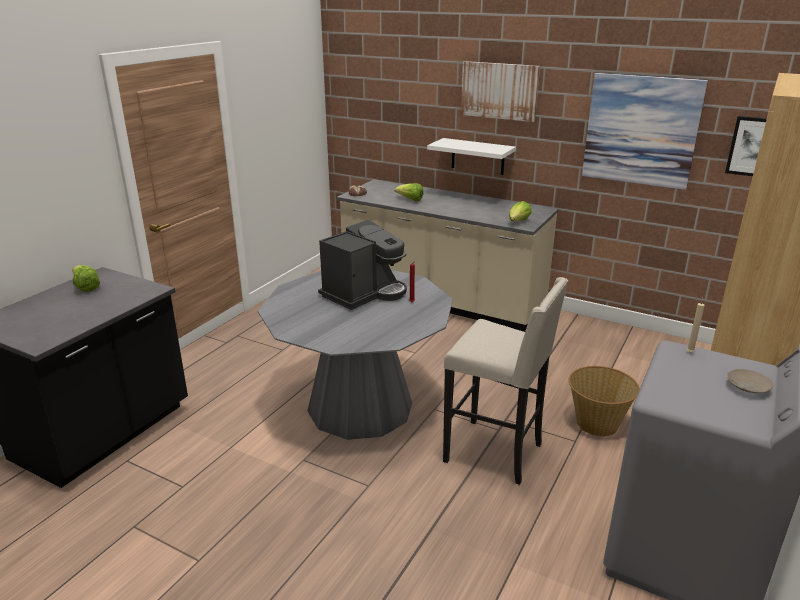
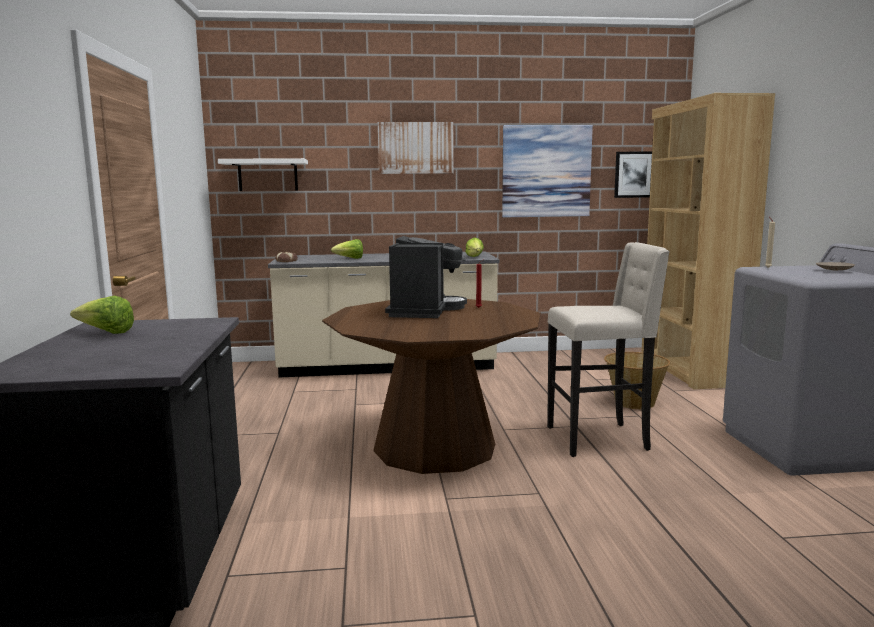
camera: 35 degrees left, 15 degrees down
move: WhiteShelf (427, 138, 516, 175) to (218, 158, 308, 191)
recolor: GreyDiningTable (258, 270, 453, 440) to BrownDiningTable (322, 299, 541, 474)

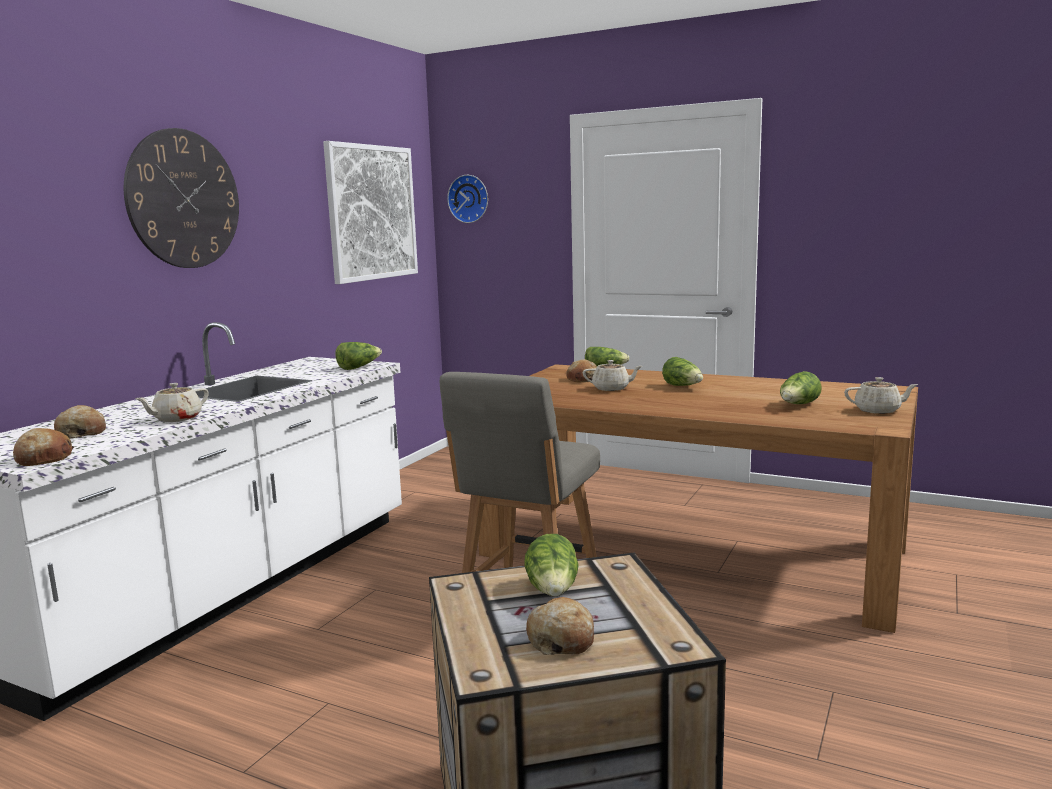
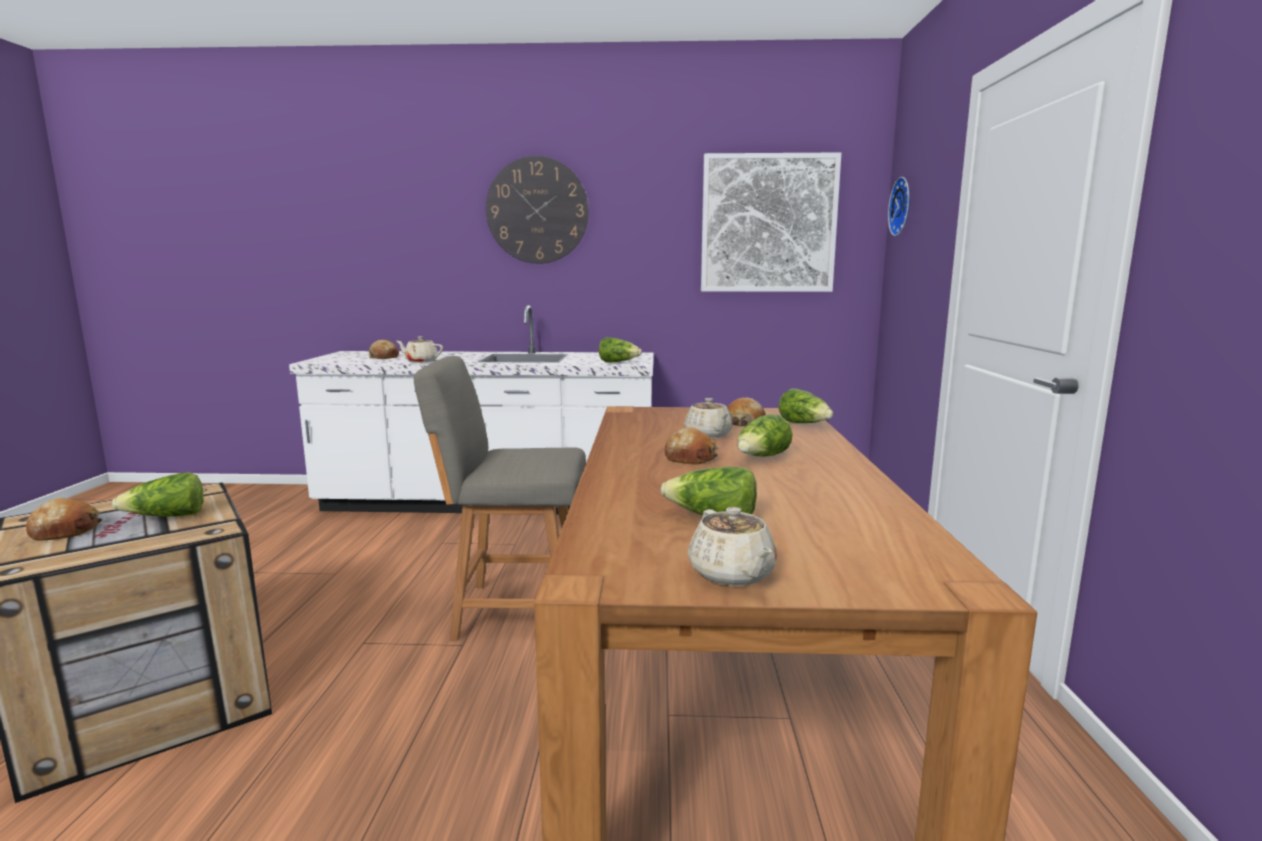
camera: 65 degrees right, 0 degrees up
move: Bread (13, 428, 74, 466) to (665, 427, 718, 464)

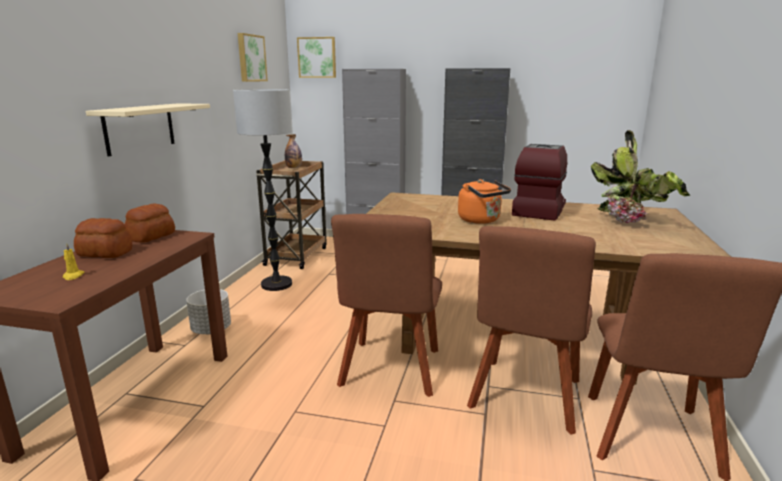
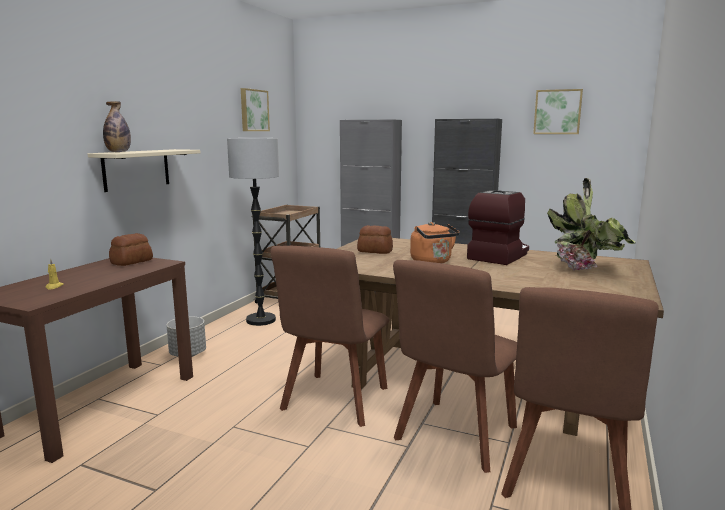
camera: 10 degrees right, 5 degrees down
move: Bottle (285, 134, 302, 168) to (103, 101, 131, 152); Bread (74, 218, 132, 258) to (357, 225, 393, 254); Picture (297, 37, 336, 78) to (533, 89, 583, 134)

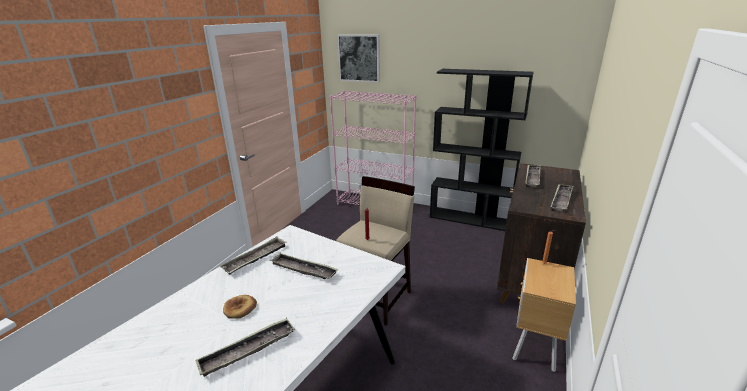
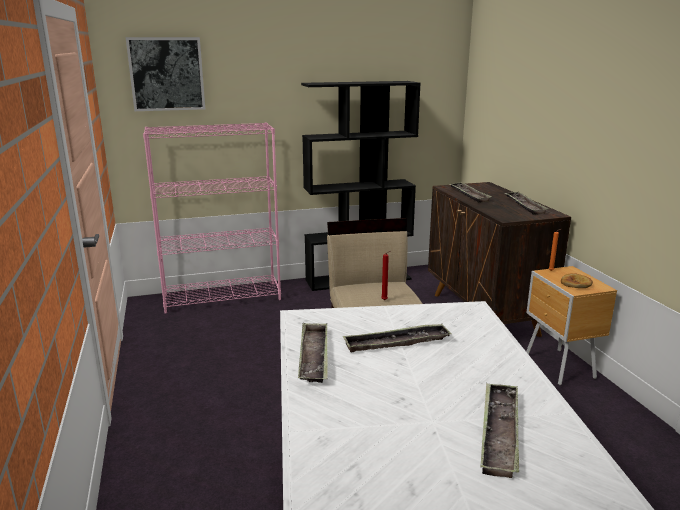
camera: 40 degrees left, 5 degrees down
move: Bread (223, 295, 257, 319) to (561, 273, 593, 288)

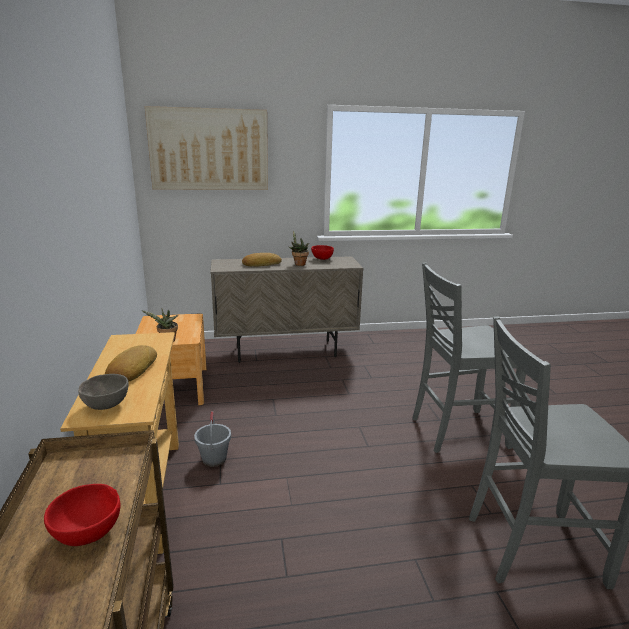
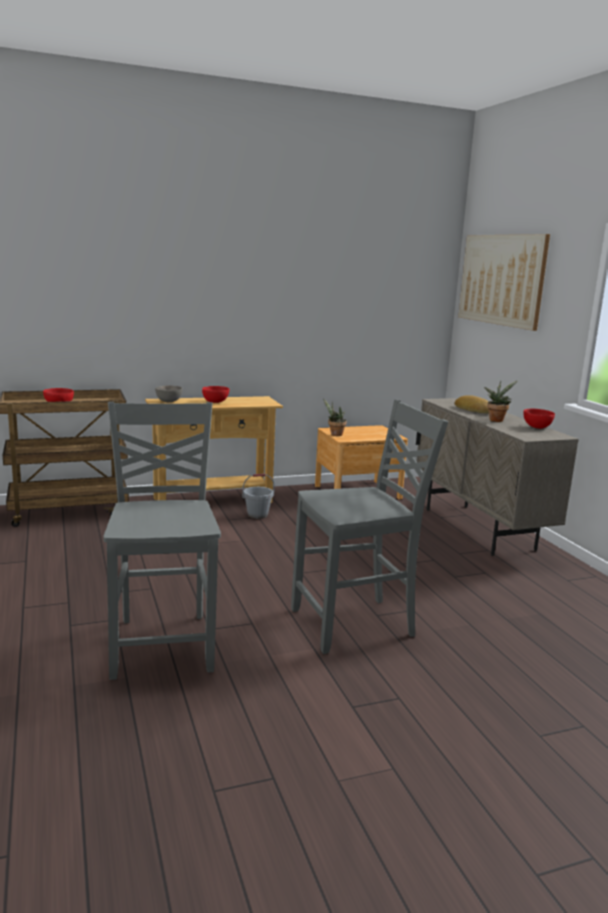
camera: 80 degrees right, 5 degrees down
replace: Bread (105, 345, 157, 382) to RedBowl (202, 386, 230, 403)
rotate: GreyChair (412, 262, 526, 453) = (291, 400, 448, 654) 90 degrees clockwise

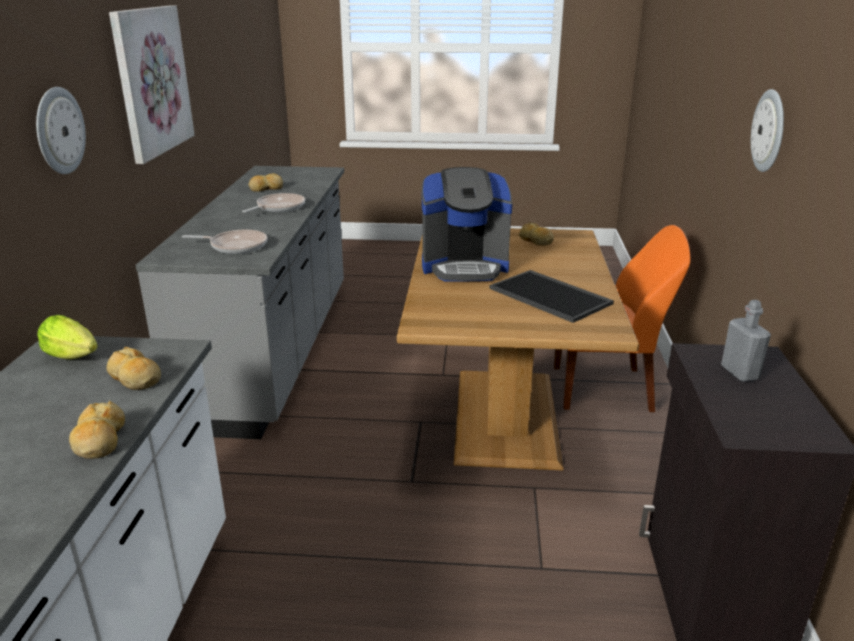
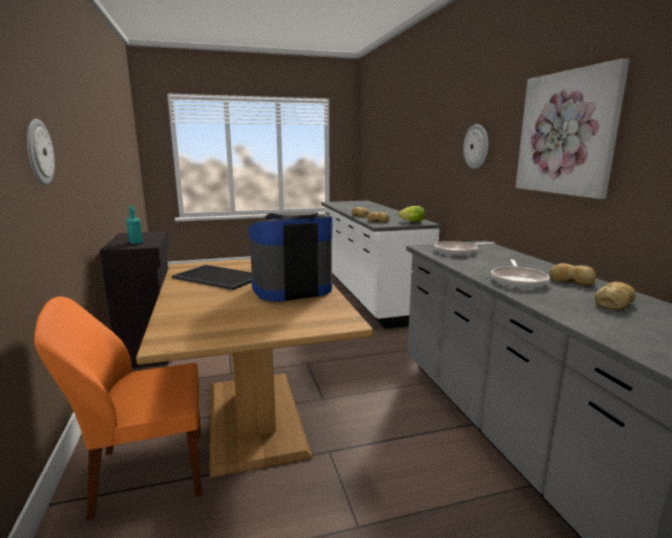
camera: 160 degrees right, 10 degrees down
move: Bread (519, 222, 554, 246) to (549, 263, 596, 286)
recolor: GreyBottle (721, 300, 771, 382) to TurquoiseBottle (126, 206, 143, 244)

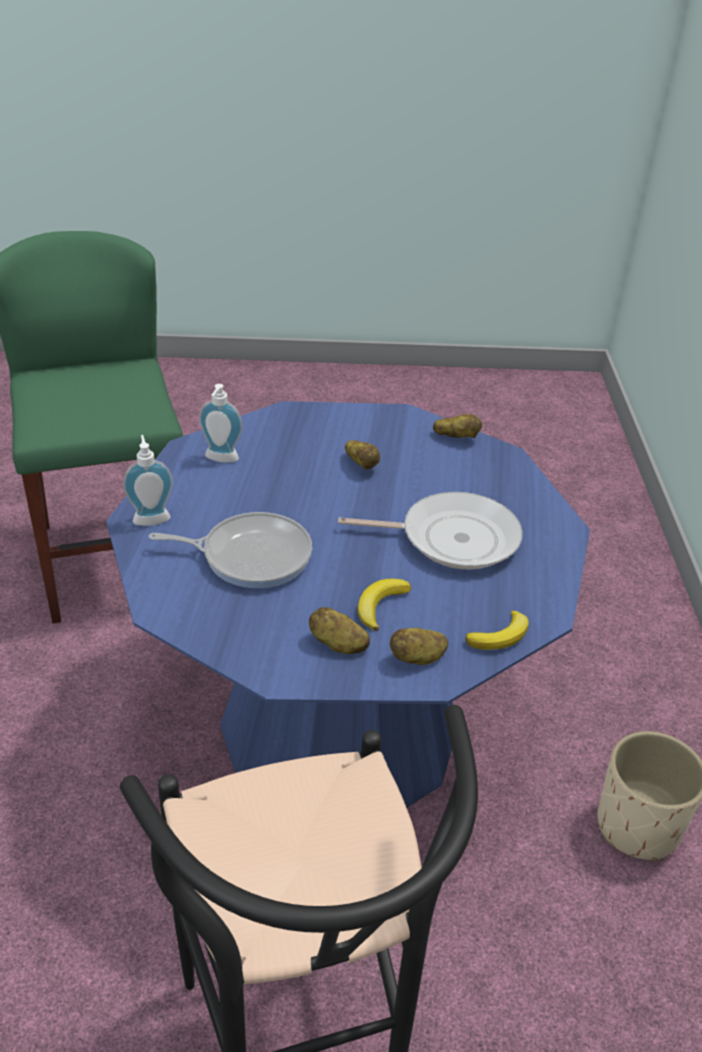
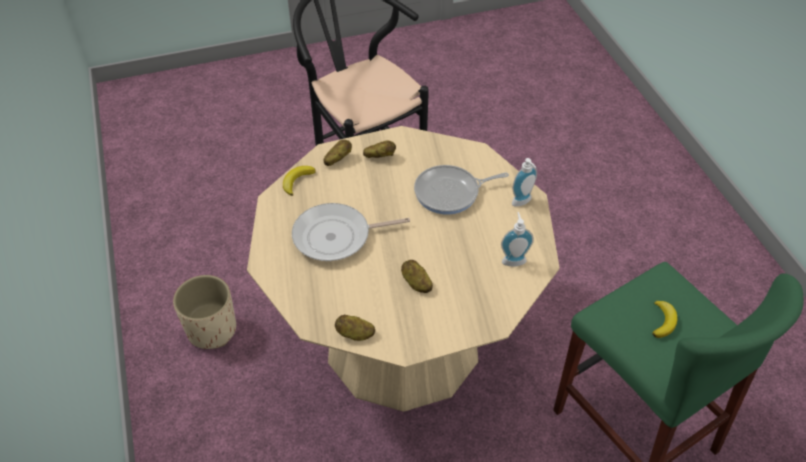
camera: 165 degrees right, 10 degrees up
move: Banana (358, 578, 411, 631) to (652, 301, 677, 338)
recolor: BlueDiningTable (106, 401, 590, 808) to BeigeDiningTable (247, 126, 560, 412)

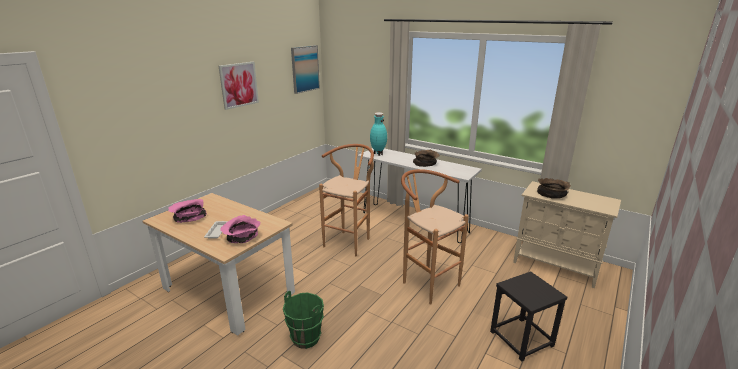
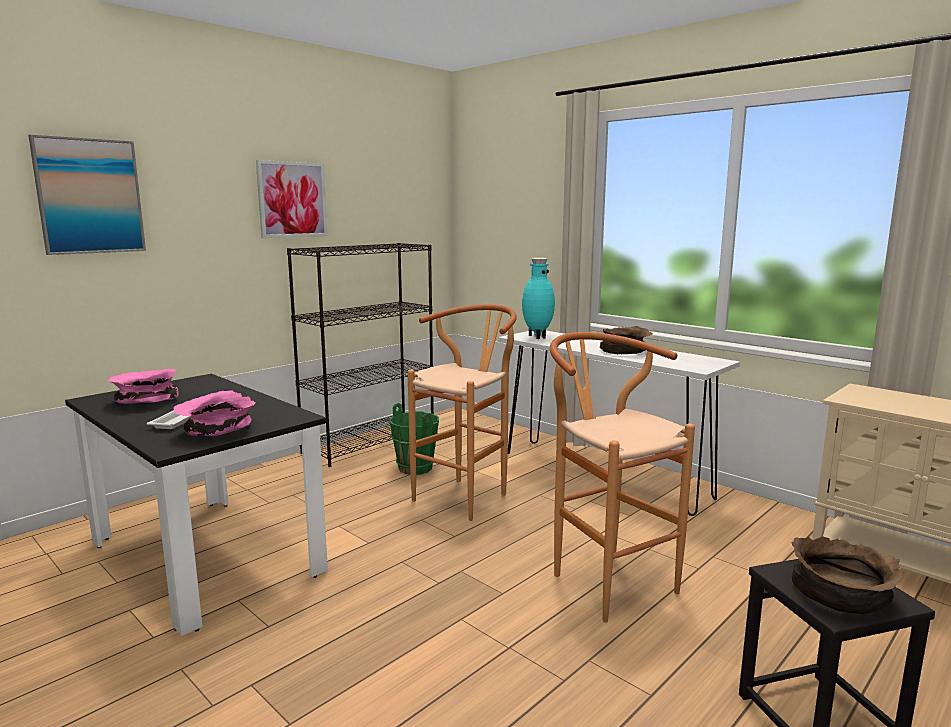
camera: 10 degrees right, 10 degrees down
insert: BlackBookcase (287, 243, 434, 467)
move: Picture (291, 45, 320, 94) to (28, 135, 146, 255); GreenBucket (283, 291, 324, 349) to (389, 403, 439, 475); BrownBowl (537, 178, 571, 199) to (791, 537, 903, 614)
recolor: BeigeDiningTable (142, 193, 295, 336) to BlackDiningTable (65, 374, 328, 636)

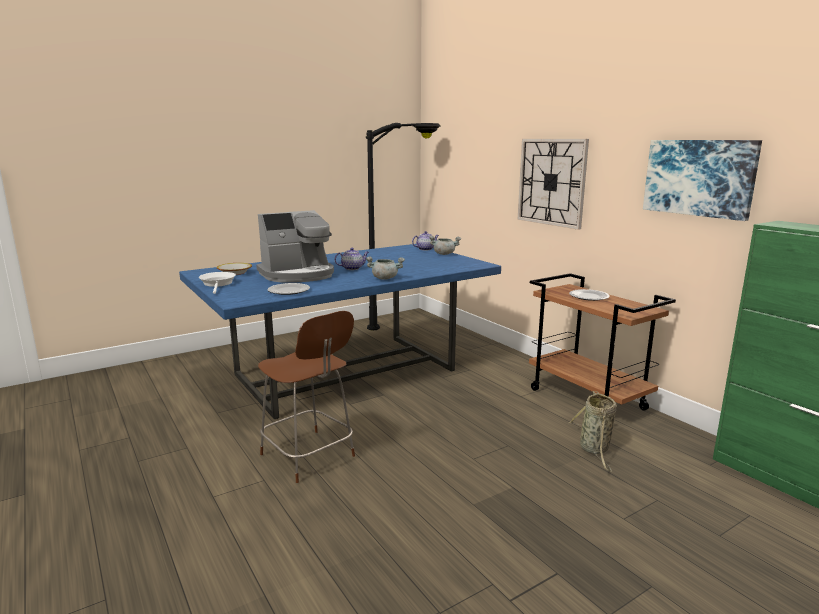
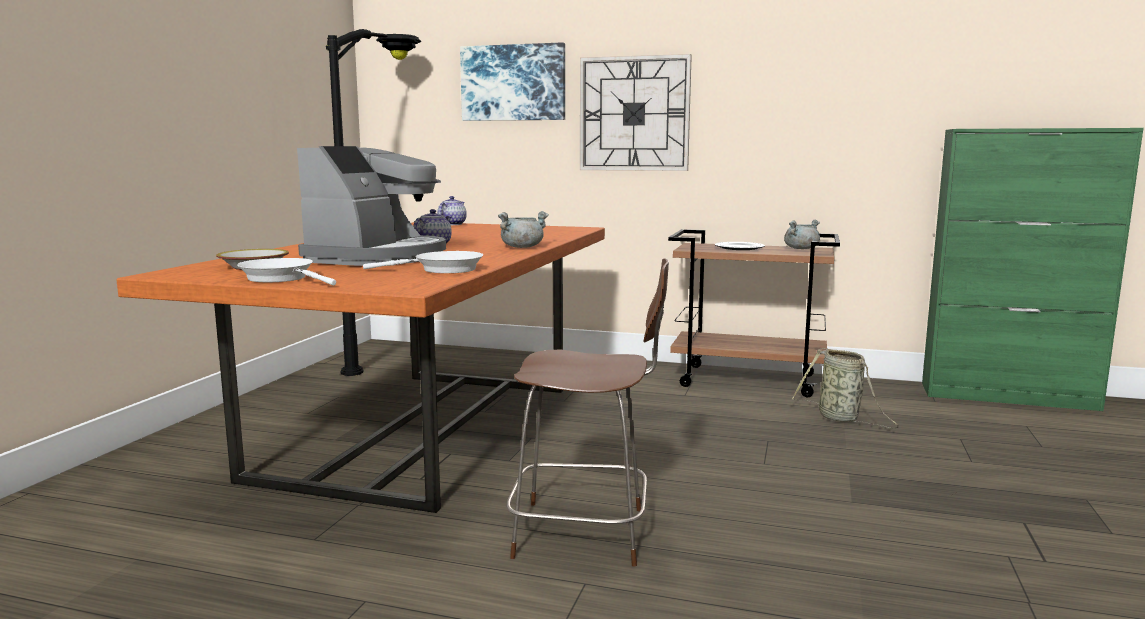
camera: 40 degrees left, 5 degrees down
move: Picture (643, 140, 762, 221) to (460, 42, 565, 121); GreyCookingPot (429, 236, 461, 255) to (784, 220, 820, 249)
replace: Plate (267, 283, 310, 295) to WhiteFryingPan (363, 251, 483, 273)
recolor: BlueDiningTable (179, 244, 501, 419) to OrangeDiningTable (117, 222, 605, 513)

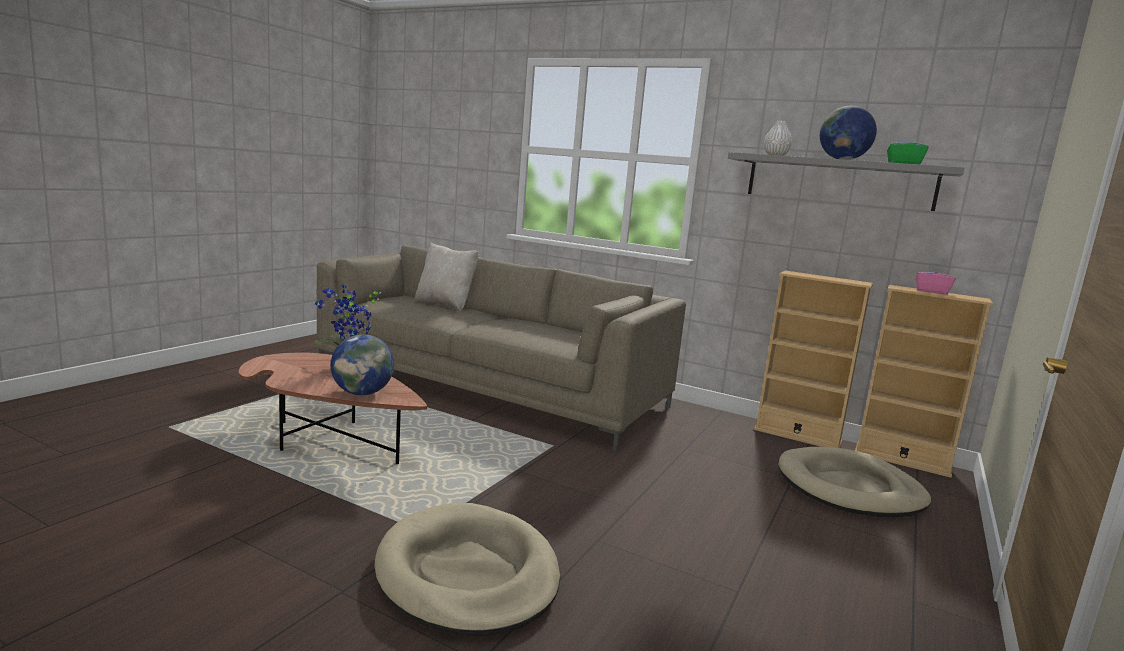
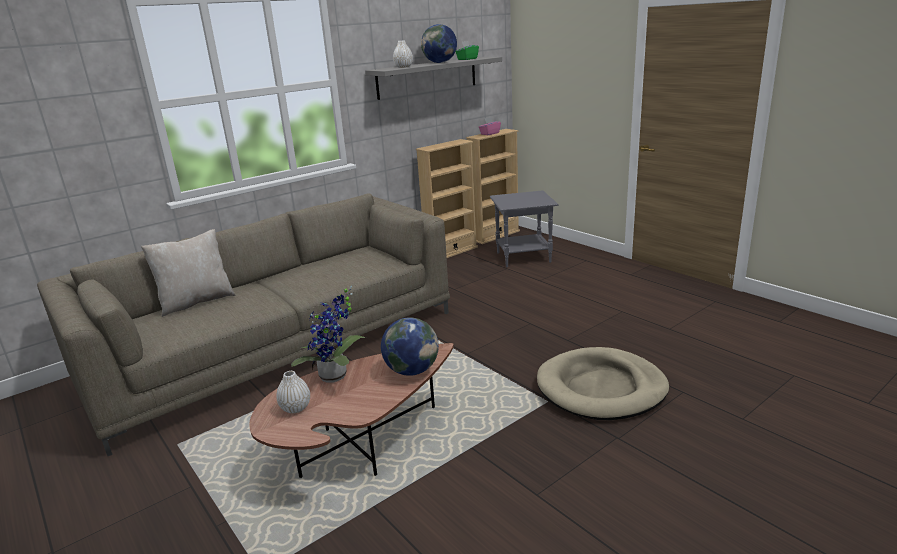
camera: 65 degrees left, 10 degrees up
insert: WhiteVase (276, 371, 310, 413)
replace: BeigeDogBed (779, 447, 931, 518) to GreySideTable (490, 190, 559, 267)

